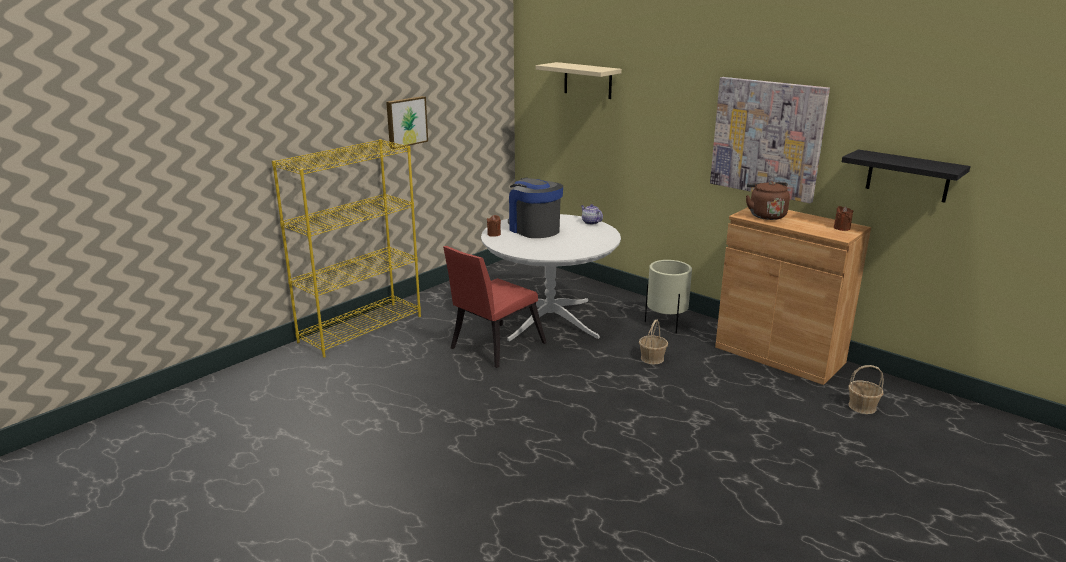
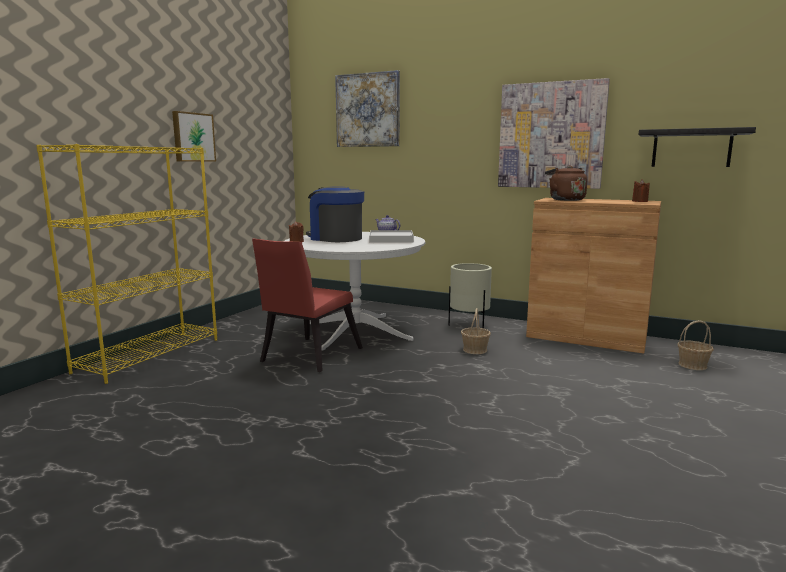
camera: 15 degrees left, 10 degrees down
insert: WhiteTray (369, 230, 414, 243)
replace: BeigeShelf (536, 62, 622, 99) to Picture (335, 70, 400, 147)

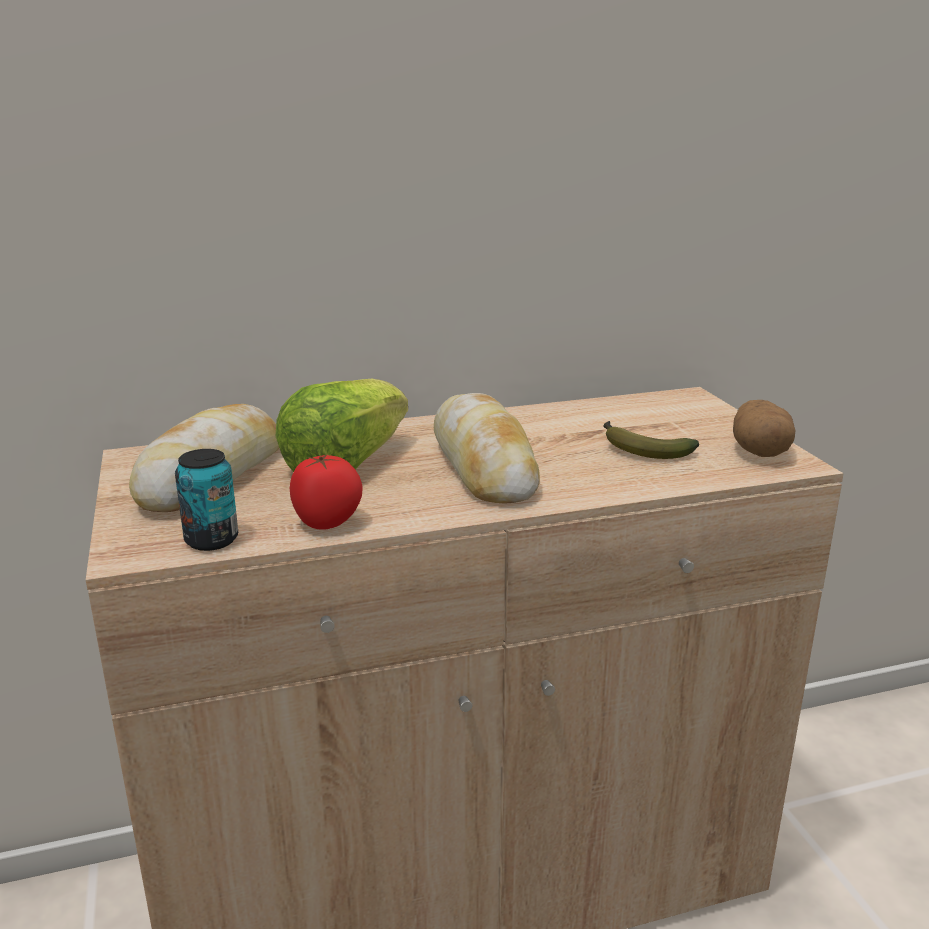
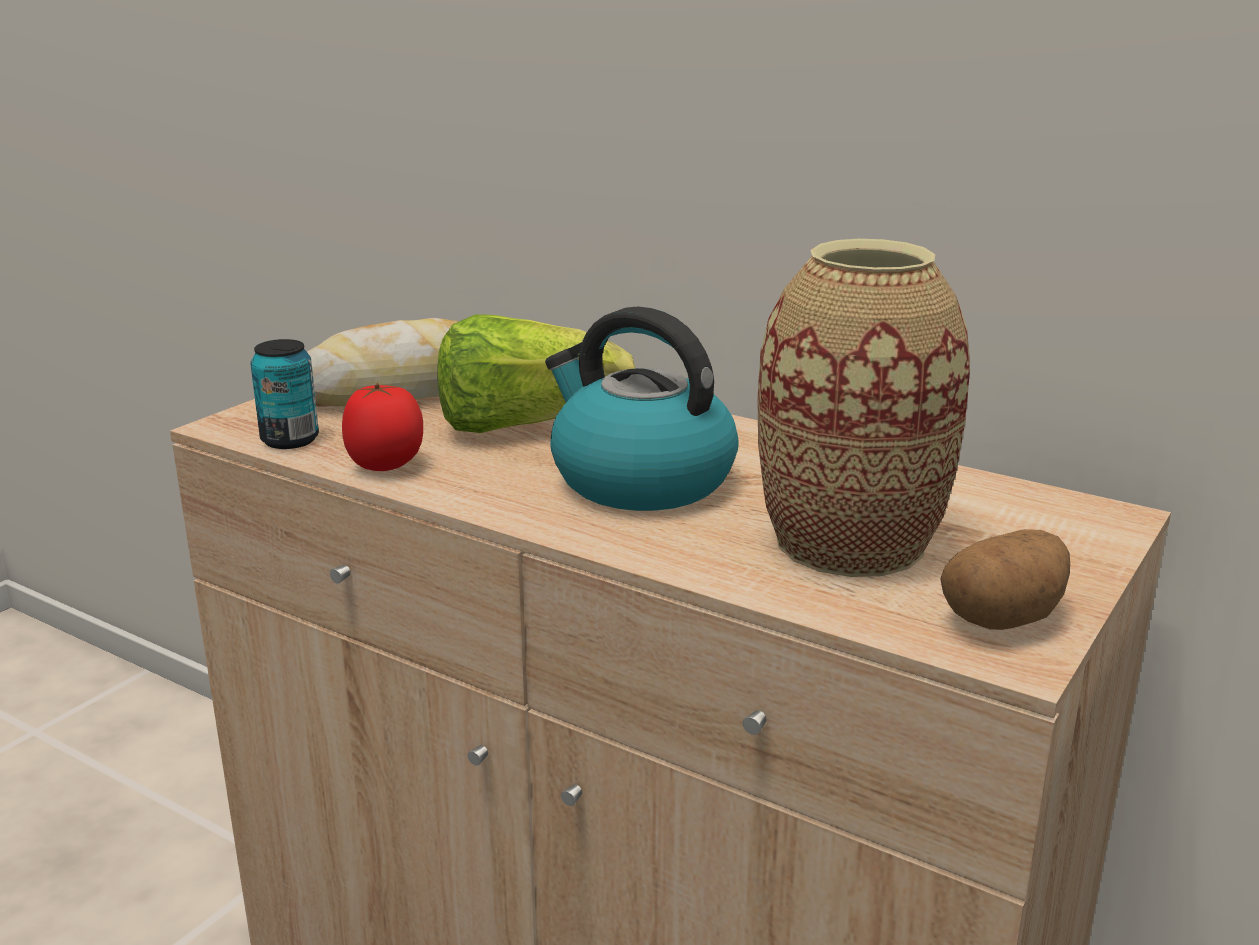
camera: 50 degrees right, 0 degrees up
replace: Bread (434, 393, 540, 504) to Kettle (545, 307, 739, 511); Banana (603, 421, 699, 459) to Vase (757, 239, 970, 577)

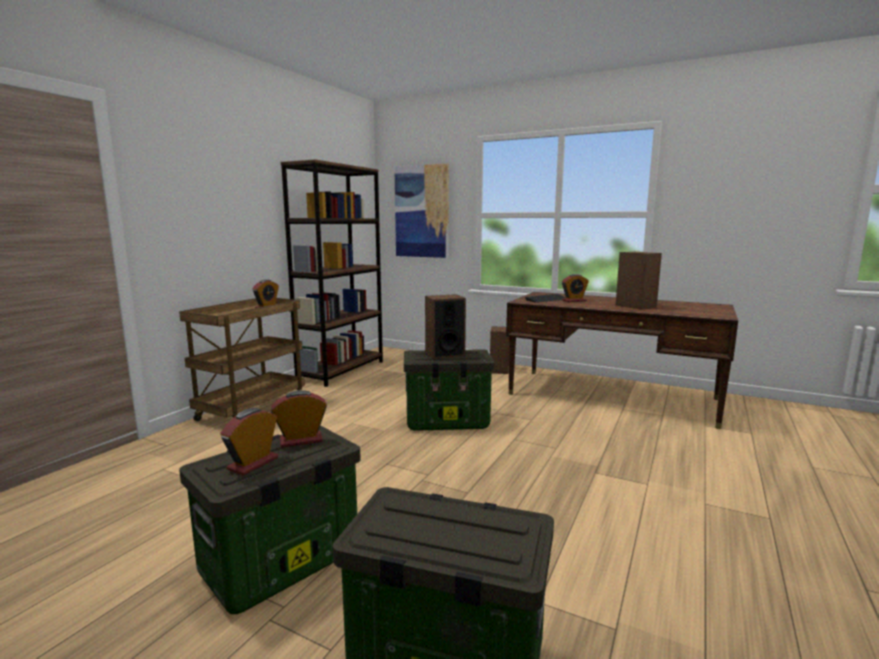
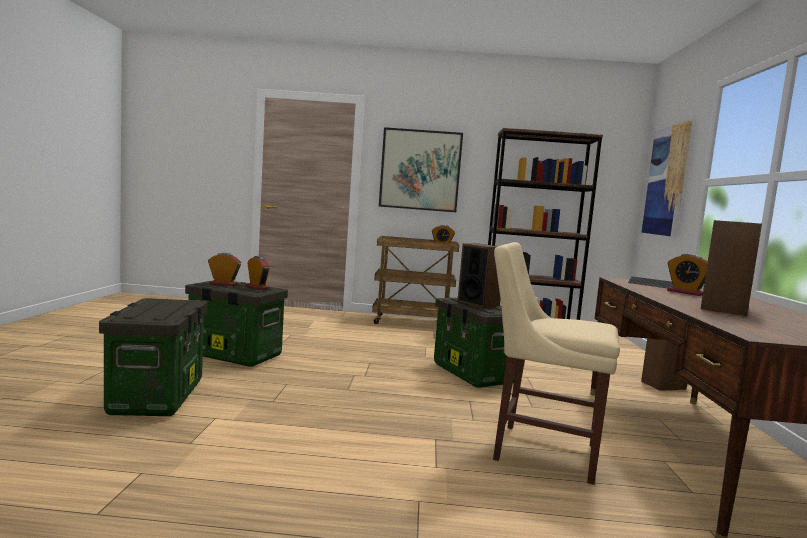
camera: 65 degrees right, 5 degrees down
insert: Picture (379, 127, 463, 212); BeigeChair (493, 242, 620, 485)

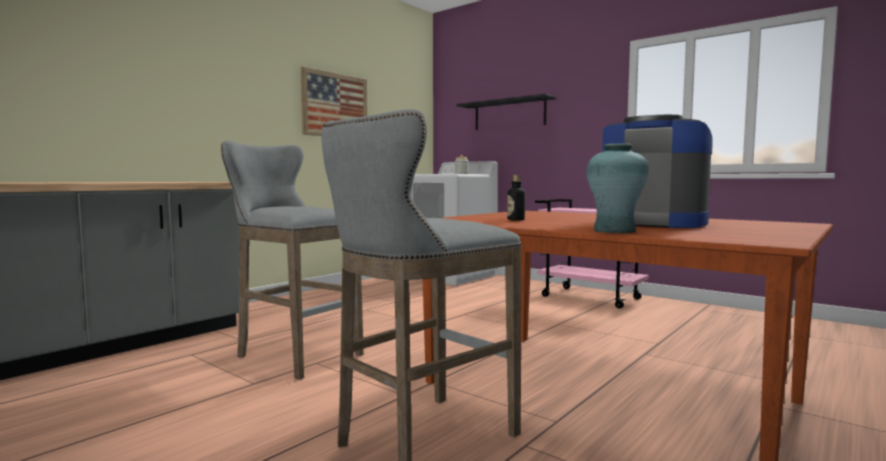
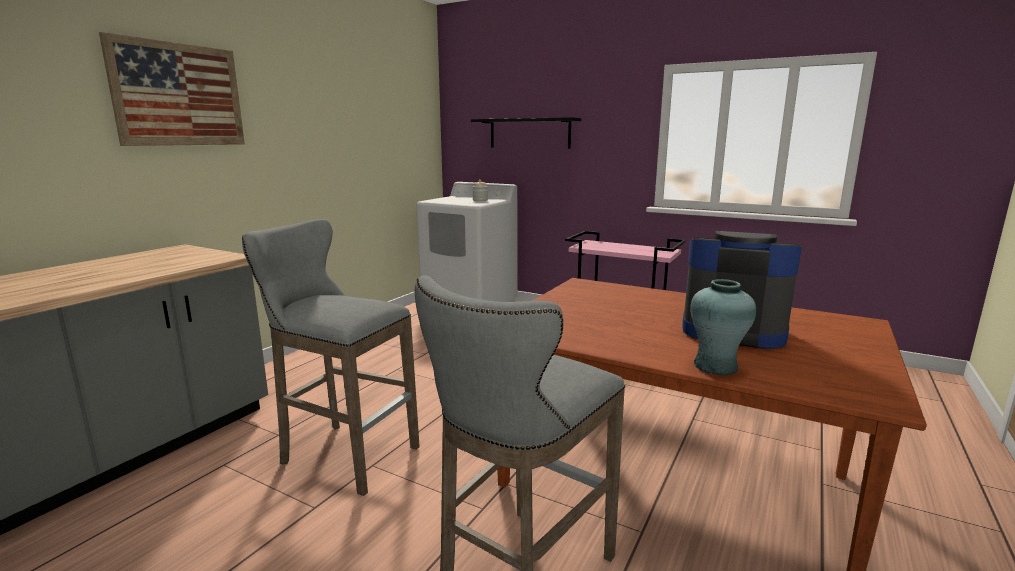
camera: 10 degrees left, 10 degrees up
delete: Bottle (507, 175, 525, 221)
move: Picture (301, 67, 368, 136) to (99, 32, 245, 146)

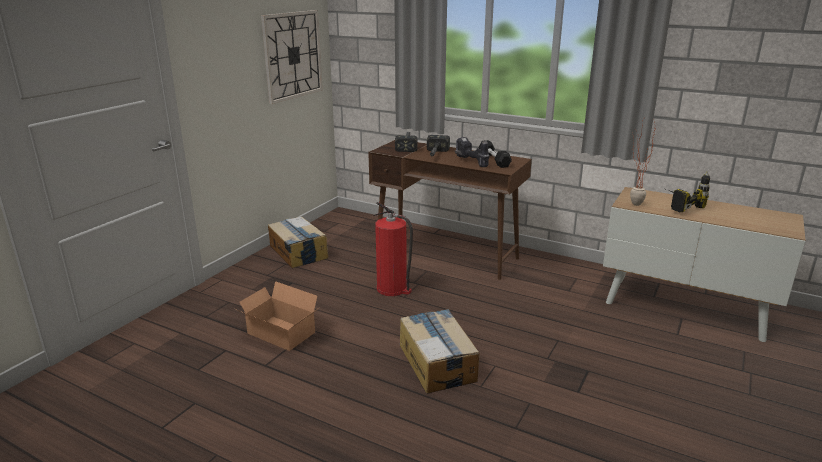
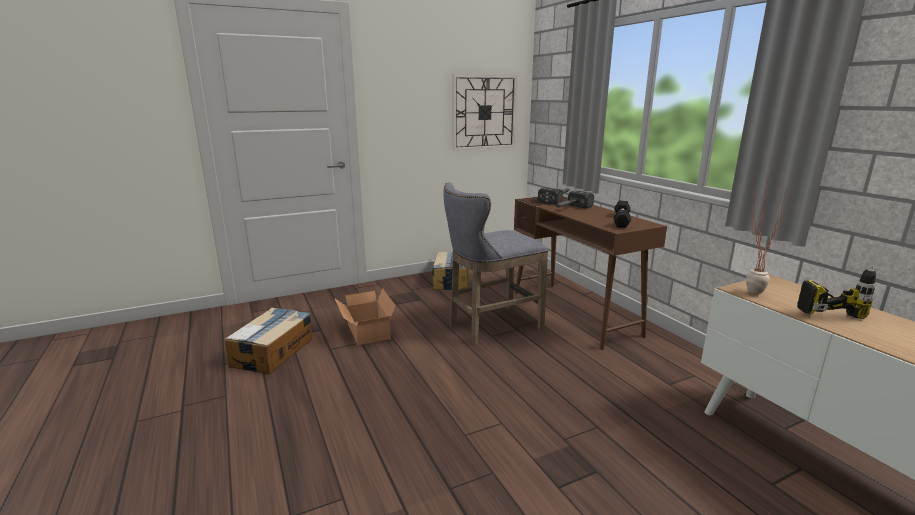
camera: 35 degrees right, 5 degrees down
delete: PowerDrill (455, 137, 490, 167)
move: CardboardBox (400, 309, 479, 394) to (224, 308, 312, 374)
replace: FireExtinguisher (373, 202, 413, 296) to GreyStool (443, 182, 548, 345)

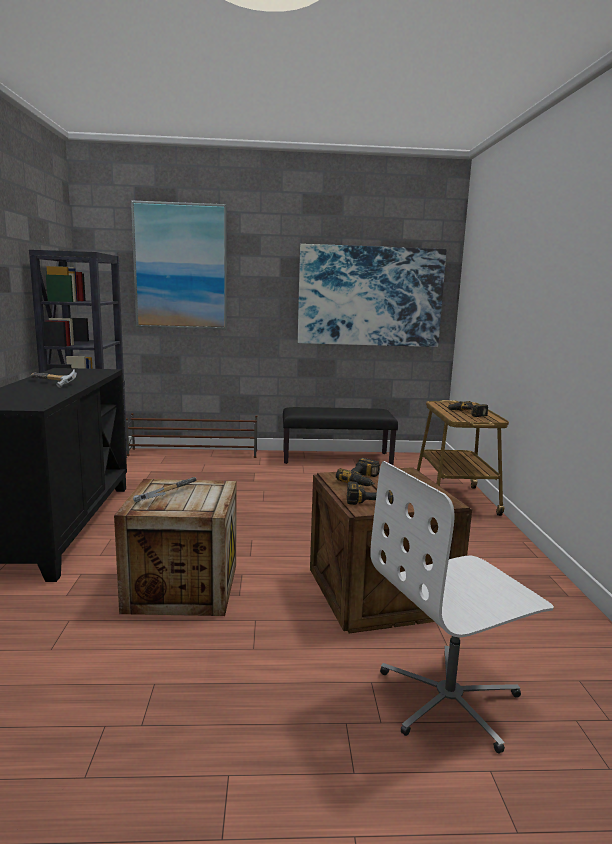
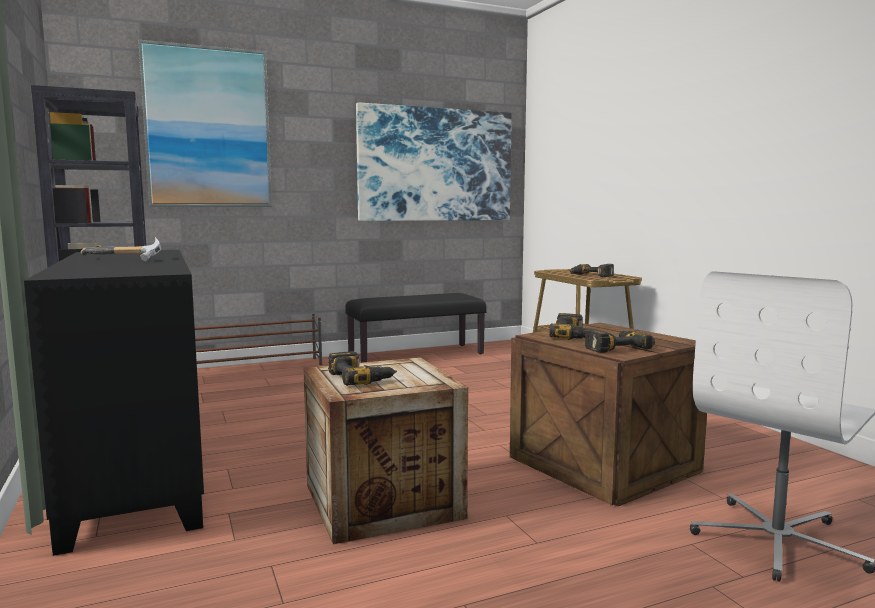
camera: 20 degrees left, 5 degrees down
replace: Hammer (133, 477, 197, 502) to PowerDrill (328, 351, 397, 386)

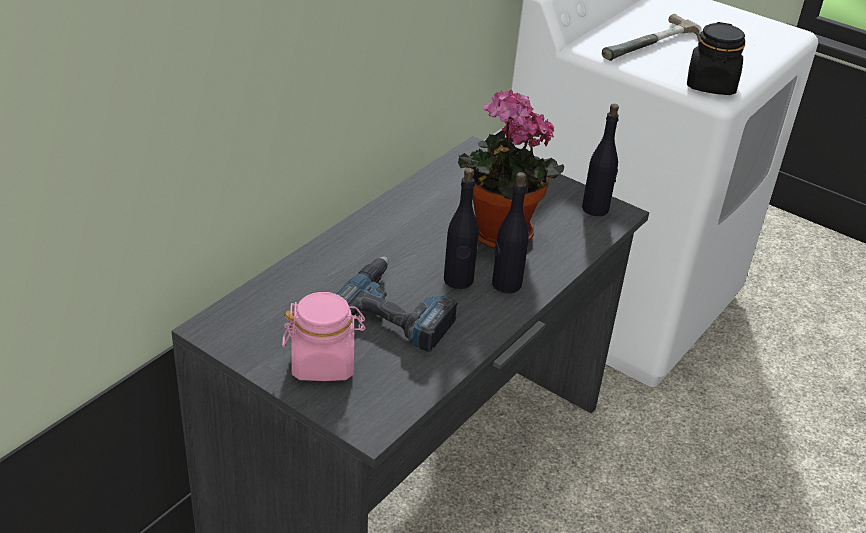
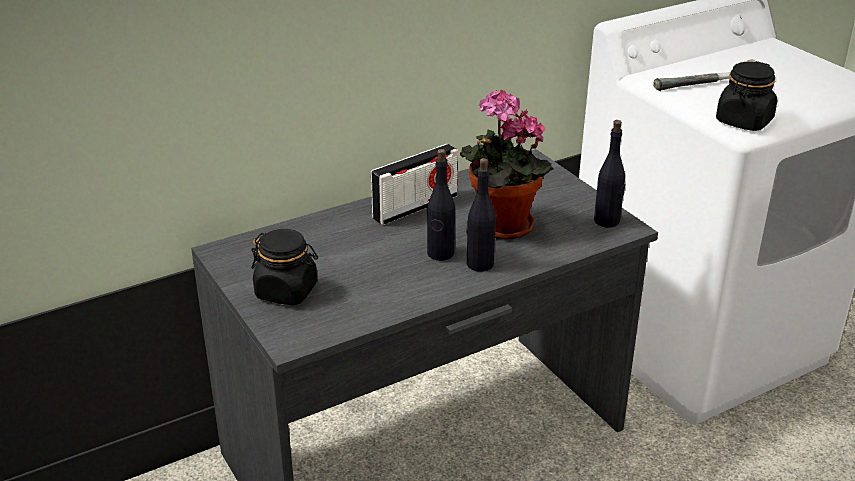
camera: 25 degrees right, 5 degrees down
delete: PowerDrill (336, 256, 458, 352)
insert: Radio (371, 144, 458, 225)
recolor: PinkJar (282, 292, 365, 381) to BlackJar (251, 229, 318, 305)

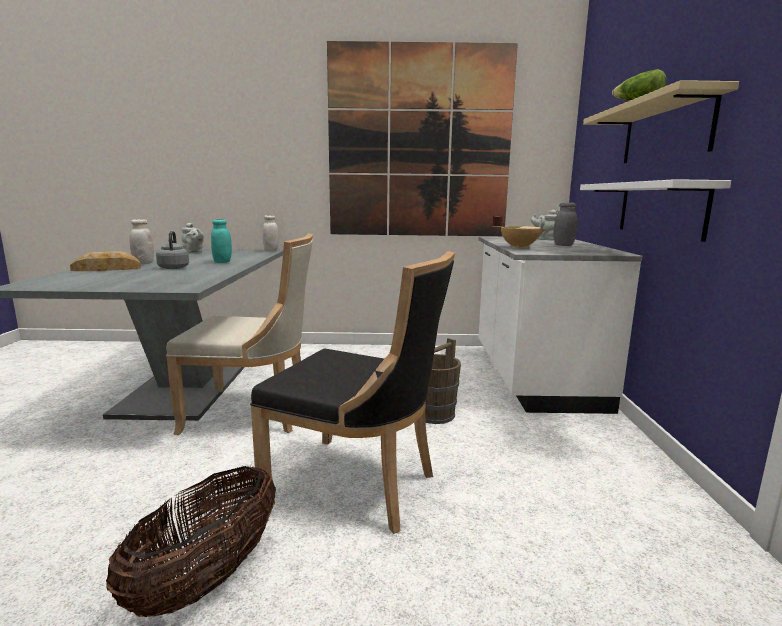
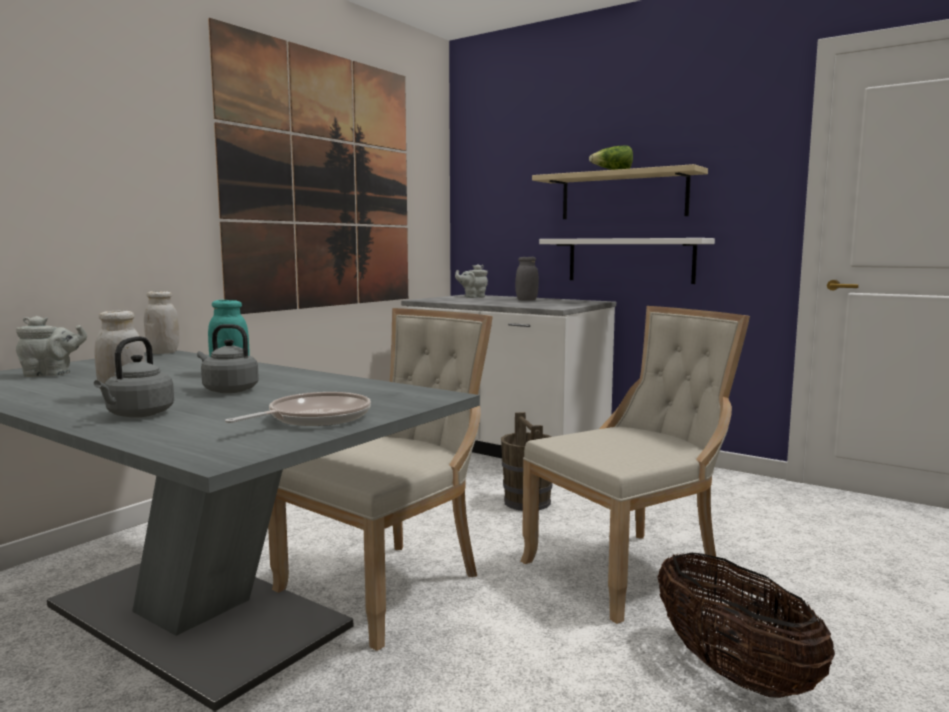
camera: 55 degrees left, 5 degrees down
delete: BeigeCookingPot (492, 216, 547, 248)
insert: FryingPan (225, 392, 371, 426)
replace: Bread (70, 251, 141, 271) to GreyKettle (94, 336, 174, 418)
recolor: BlackChair (250, 251, 455, 534) to BeigeChair (520, 306, 750, 624)

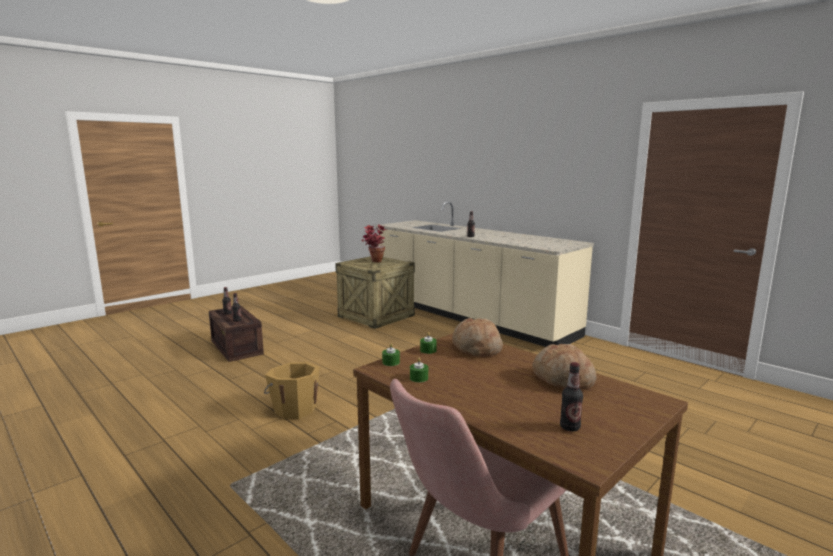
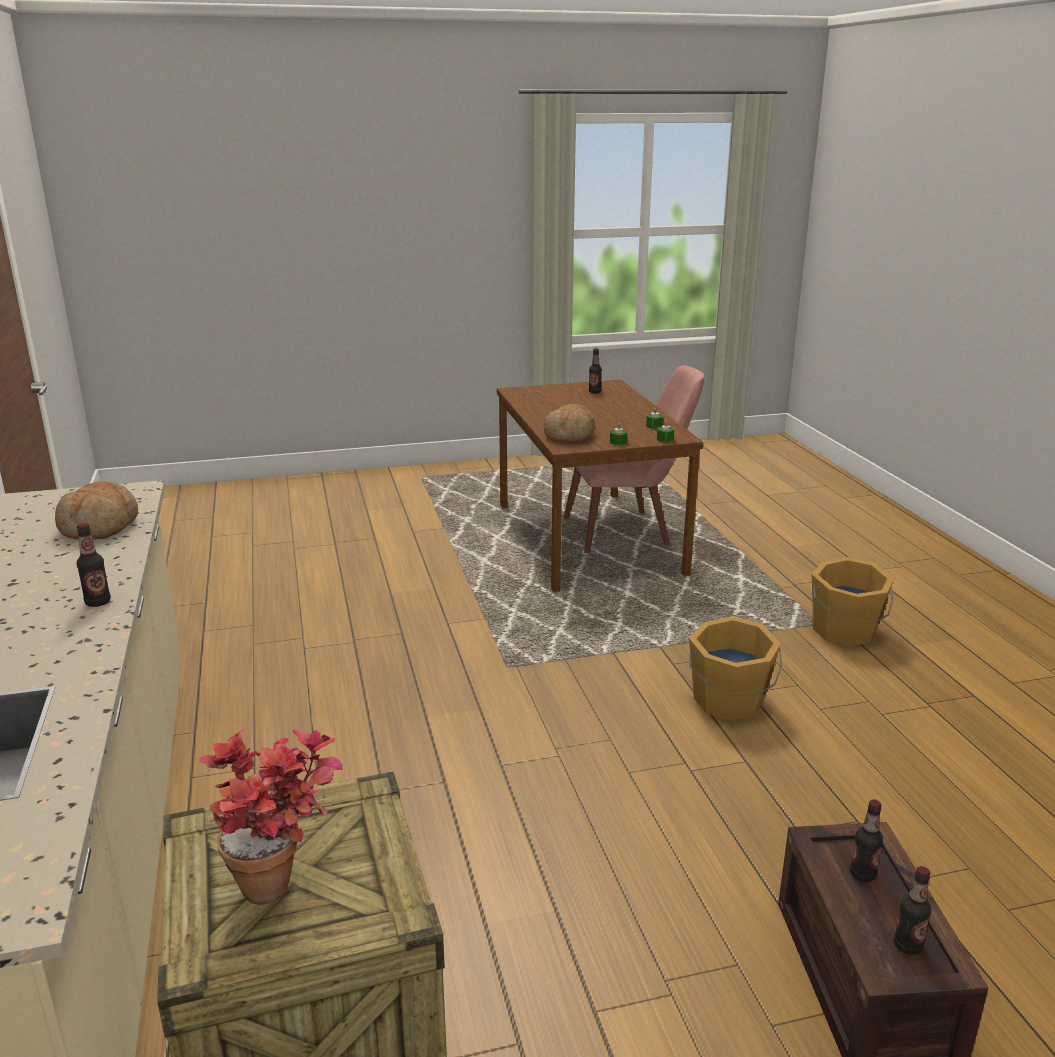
camera: 150 degrees left, 10 degrees up
insert: OrangeBucket (812, 557, 894, 646)
move: Bread (532, 344, 597, 390) to (55, 481, 138, 540)

